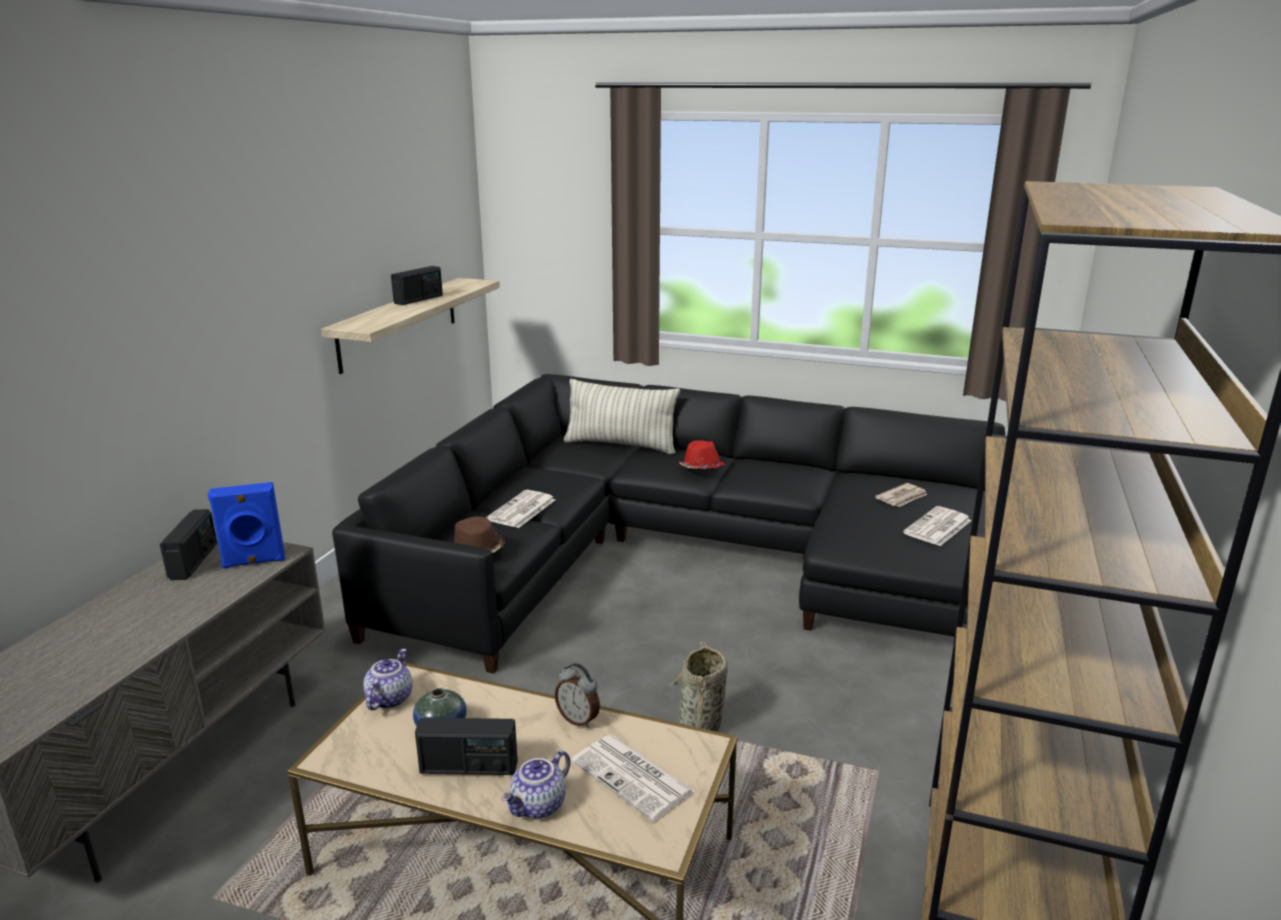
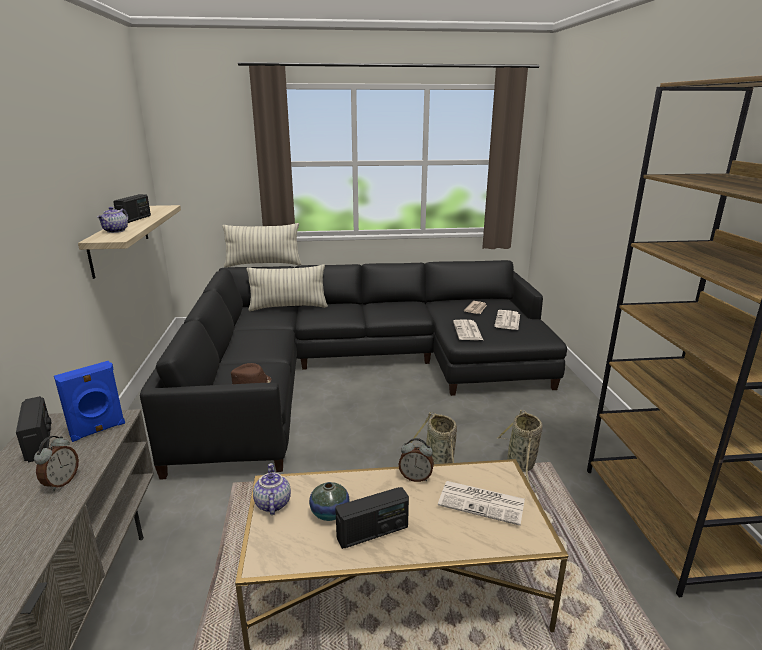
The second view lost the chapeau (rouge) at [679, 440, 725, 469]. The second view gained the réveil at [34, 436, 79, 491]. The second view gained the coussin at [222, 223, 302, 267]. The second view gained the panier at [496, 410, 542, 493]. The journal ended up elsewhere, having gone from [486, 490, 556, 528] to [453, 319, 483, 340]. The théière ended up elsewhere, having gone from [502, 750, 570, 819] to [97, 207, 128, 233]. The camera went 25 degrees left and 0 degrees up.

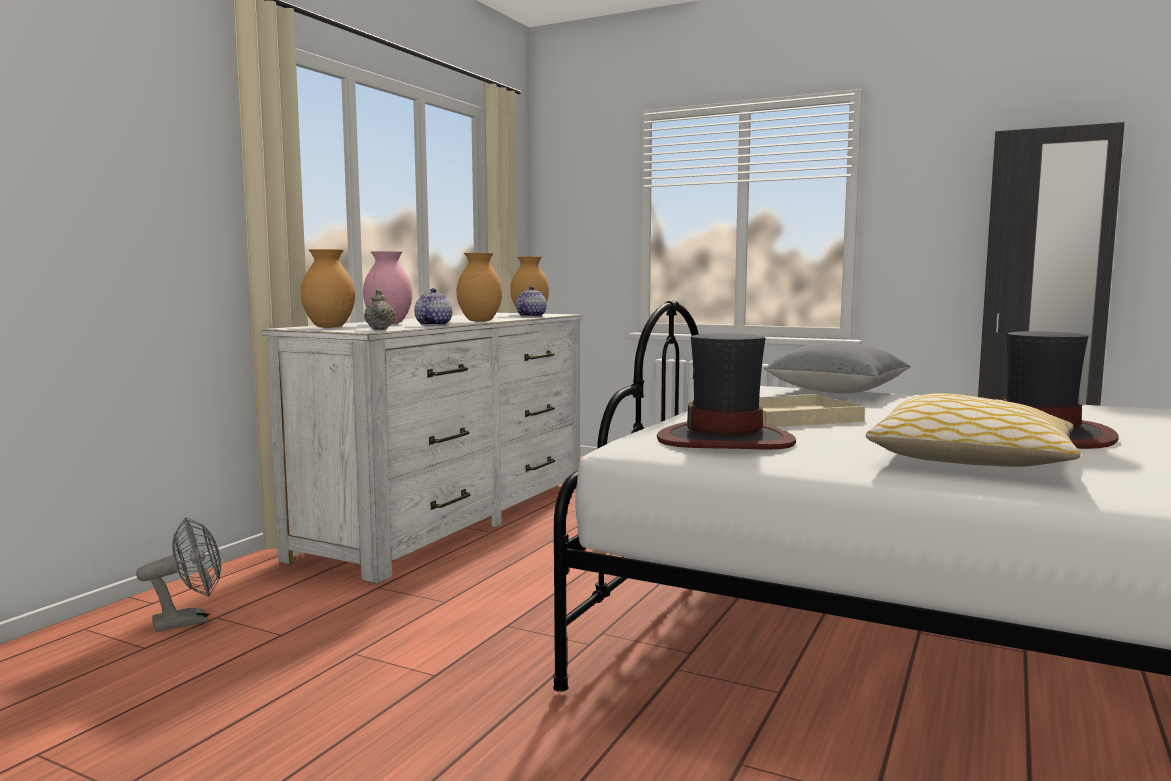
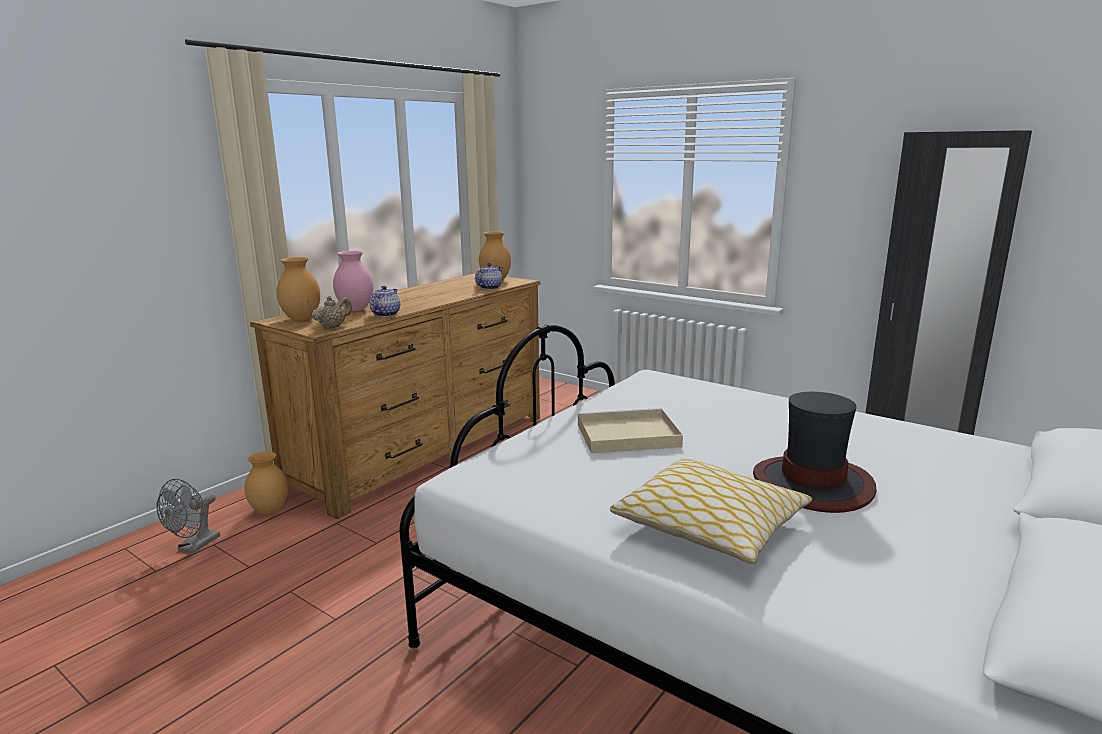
The second view lost the chapeau at [657, 333, 796, 449]. The second view lost the coussin (gris) at [764, 342, 911, 393]. The vase (marron) ended up elsewhere, having gone from [457, 253, 502, 322] to [245, 451, 288, 515]. What was the commode (blanc) at [262, 313, 583, 584] turned into the commode (marron) at [250, 273, 540, 519]. The ventilateur (gris) at [136, 517, 221, 632] ended up facing another way, 135 degrees clockwise from before. The théière (beige) at [364, 289, 396, 330] ended up facing another way, 45 degrees clockwise from before. The camera went 10 degrees right and 10 degrees up.

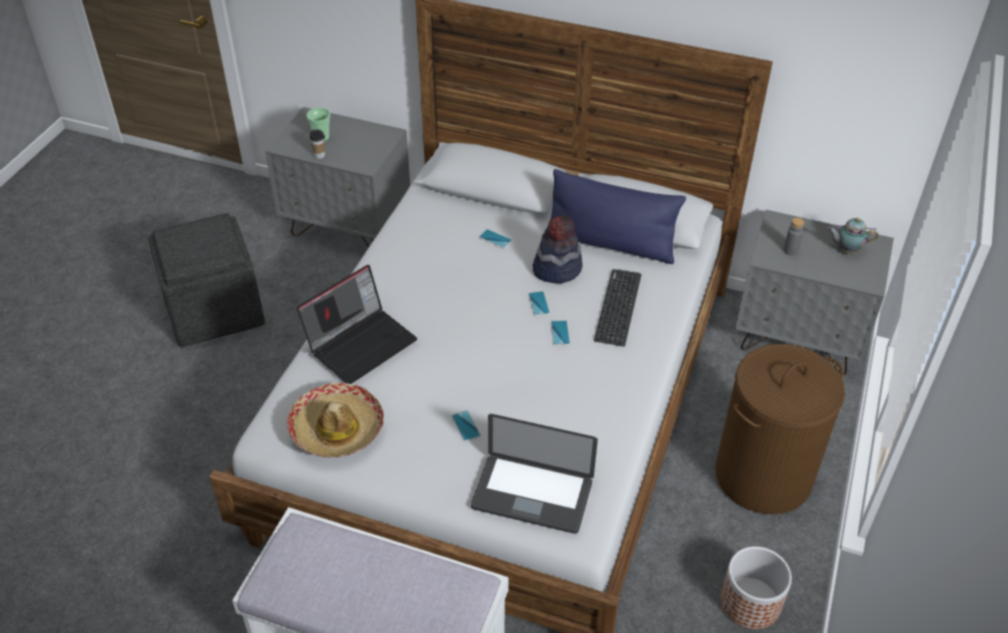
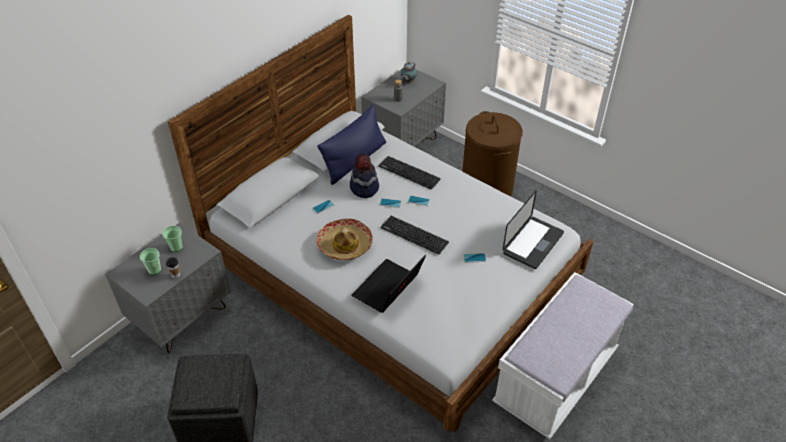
The second view lost the cache-pot at [721, 546, 792, 629]. The second view gained the tasse at [163, 226, 183, 252]. The second view gained the clavier at [380, 216, 449, 255]. The chapeau ended up elsewhere, having gone from [287, 383, 384, 457] to [316, 218, 373, 260]. The ordinateur portable at [297, 265, 417, 384] ended up facing another way, 120 degrees counterclockwise from before. The camera went 70 degrees left and 0 degrees up.

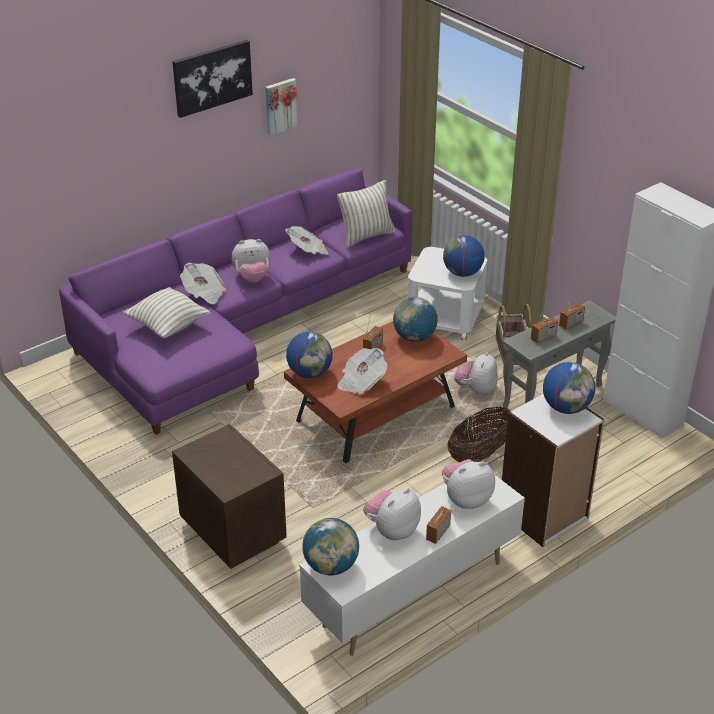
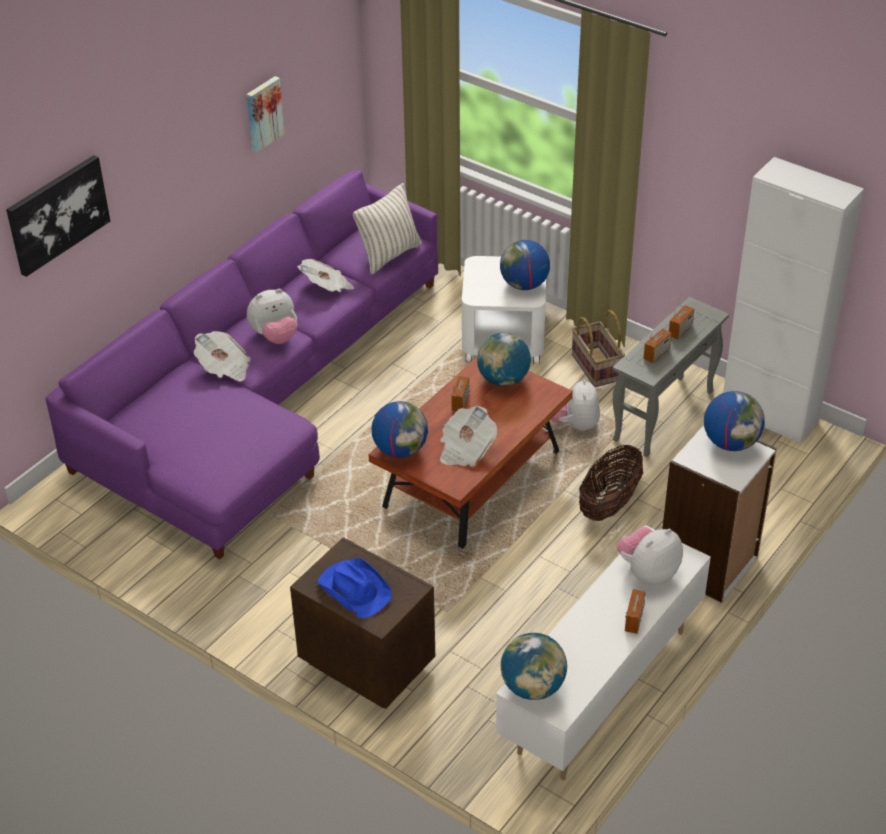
The second view lost the coussin at [123, 287, 211, 338]. The second view lost the peluche at [363, 488, 421, 541]. The second view gained the chapeau (bleu) at [318, 558, 392, 618]. The tableau ended up elsewhere, having gone from [172, 40, 253, 118] to [6, 155, 110, 277]. The camera went 15 degrees left and 5 degrees up.

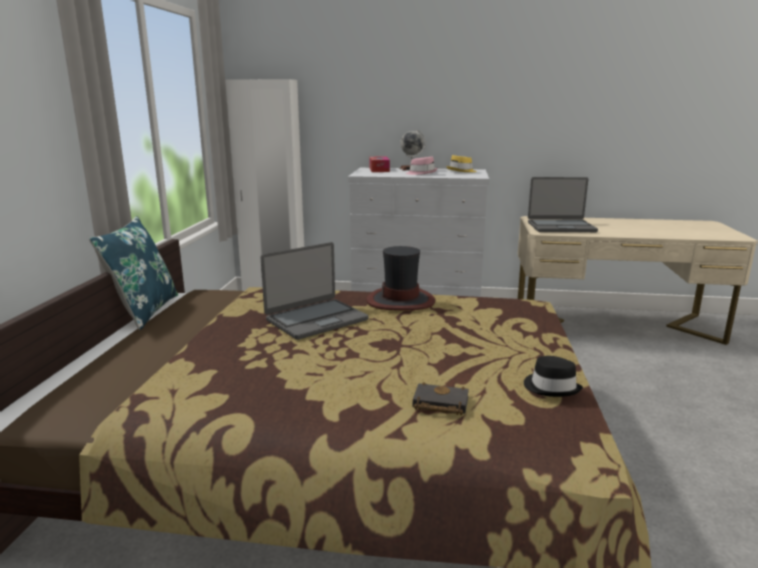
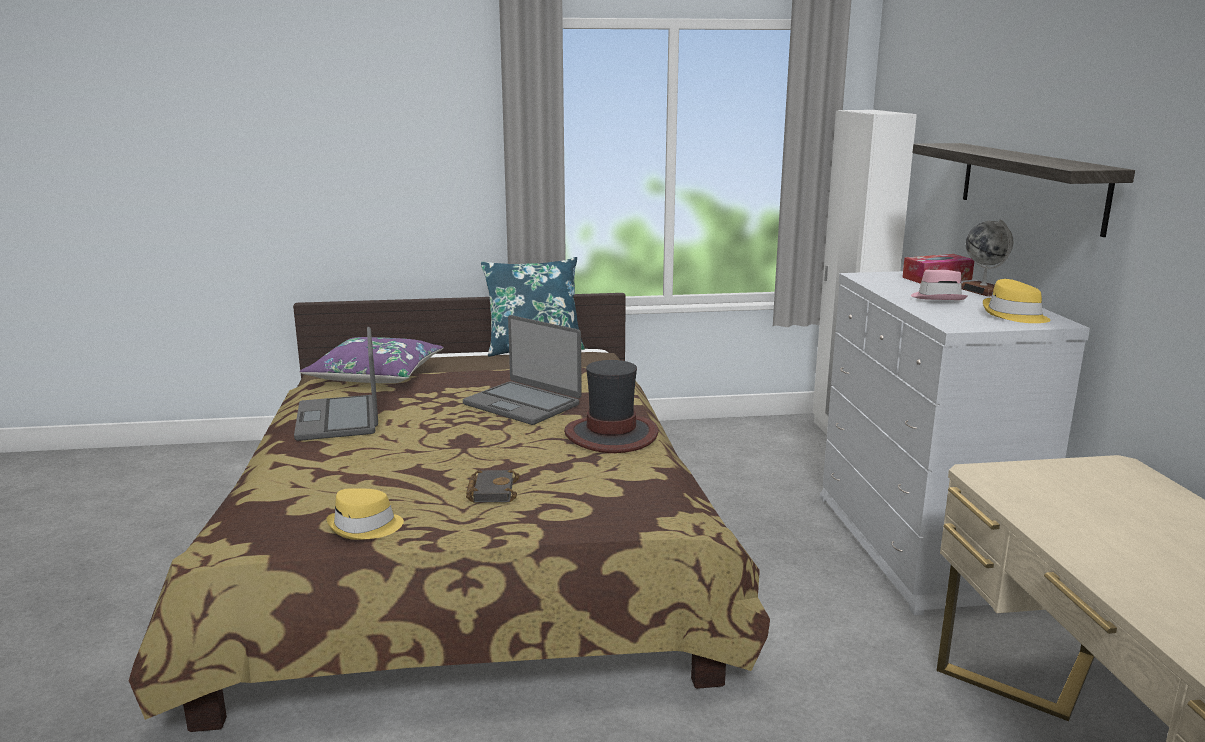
The second view gained the coussin (violet) at [299, 337, 444, 383]. The second view gained the étagère at [912, 143, 1135, 237]. The livre (noir) ended up elsewhere, having gone from [413, 382, 469, 415] to [466, 469, 520, 503]. The ordinateur portable ended up elsewhere, having gone from [528, 177, 598, 232] to [294, 327, 378, 441]. What was the chapeau (noir) at [524, 356, 583, 397] turned into the chapeau (jaune) at [326, 488, 404, 540]. The camera went 75 degrees right and 0 degrees up.

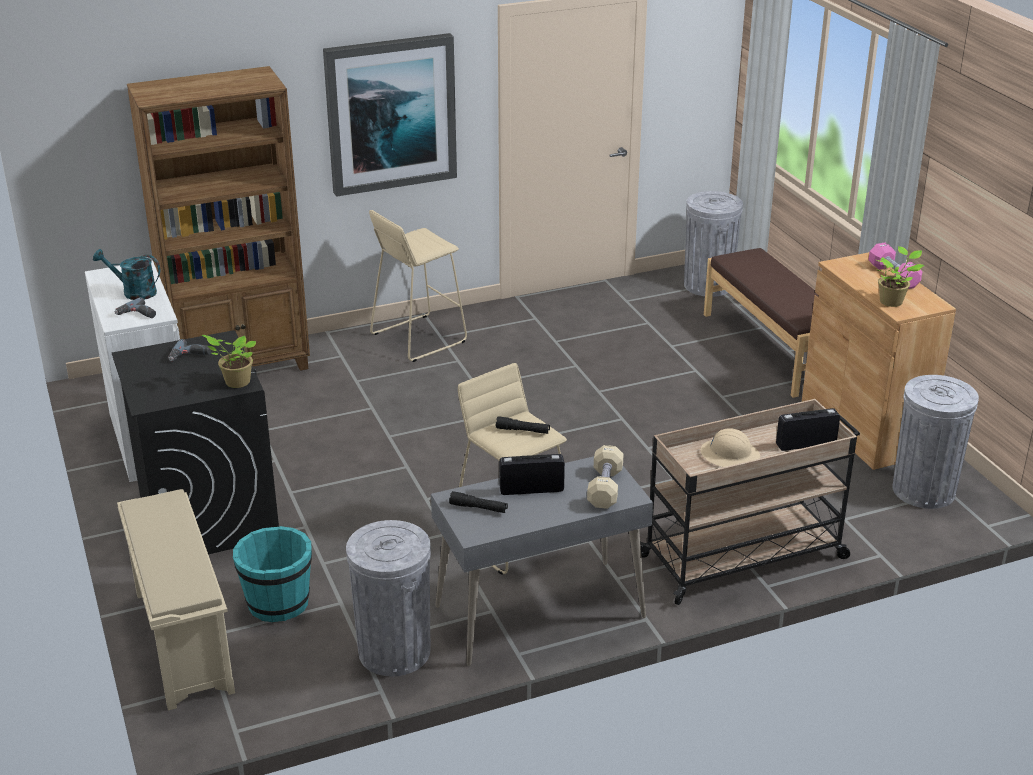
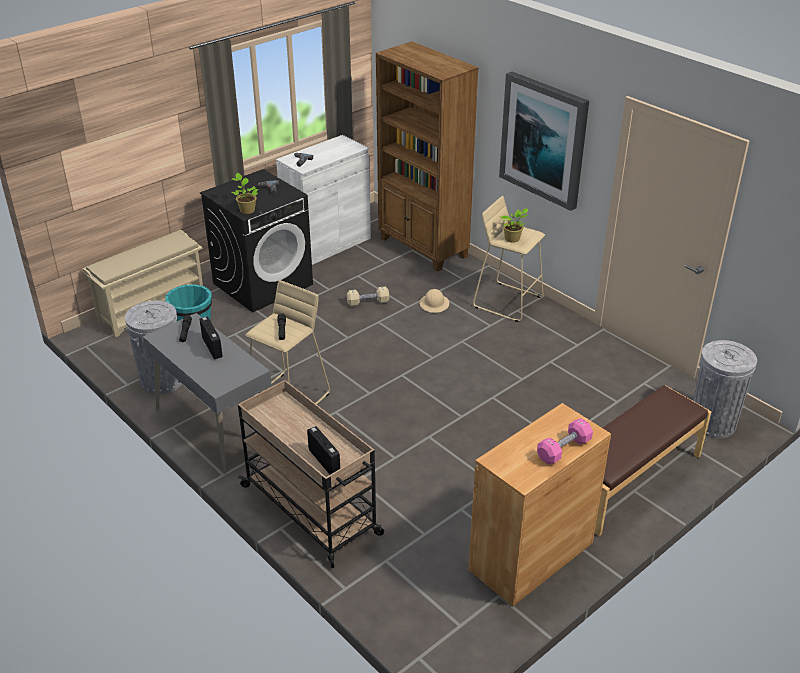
The second view lost the arrosoir (turquoise) at [93, 249, 161, 300]. The second view lost the poubelle (gris) at [893, 375, 979, 509]. The haltère (beige) ended up elsewhere, having gone from [587, 445, 624, 509] to [347, 286, 389, 307]. The casque de chantier (beige) ended up elsewhere, having gone from [701, 428, 760, 467] to [419, 289, 449, 313]. The plante en pot ended up elsewhere, having gone from [877, 246, 924, 307] to [500, 208, 528, 243]. The camera went 70 degrees right and 5 degrees up.

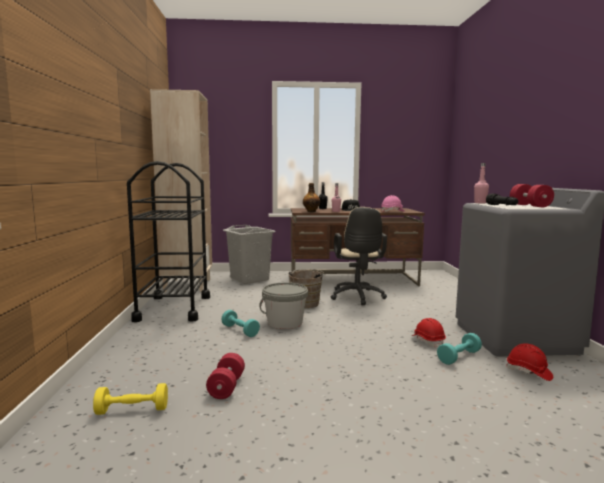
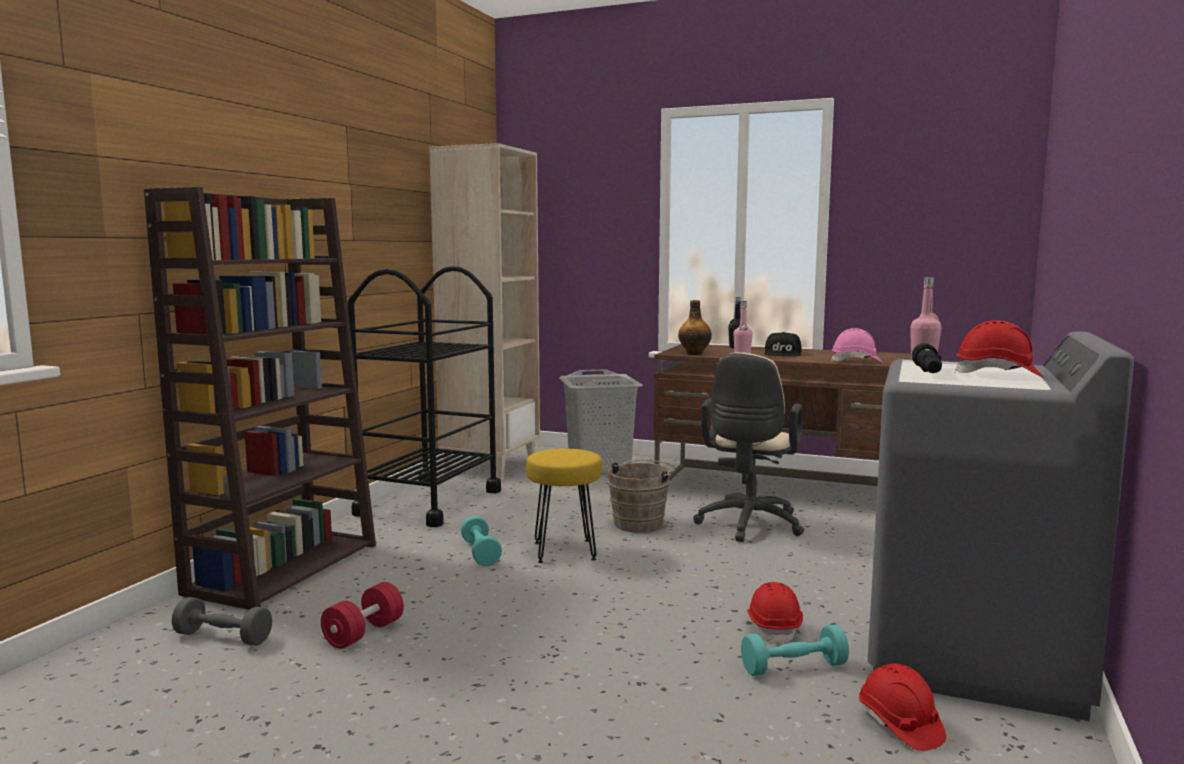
The second view gained the bibliothèque (marron) at [144, 187, 376, 610]. Where the seau (gris) stood at [259, 283, 308, 329], the tabouret (jaune) came to stand at [526, 449, 602, 563]. Where the haltère (rouge) stood at [510, 184, 554, 208], the casque de chantier (rouge) came to stand at [954, 320, 1044, 378]. What was the haltère (jaune) at [93, 383, 168, 415] turned into the haltère (gris) at [172, 597, 272, 646]. The camera went 25 degrees right and 0 degrees up.

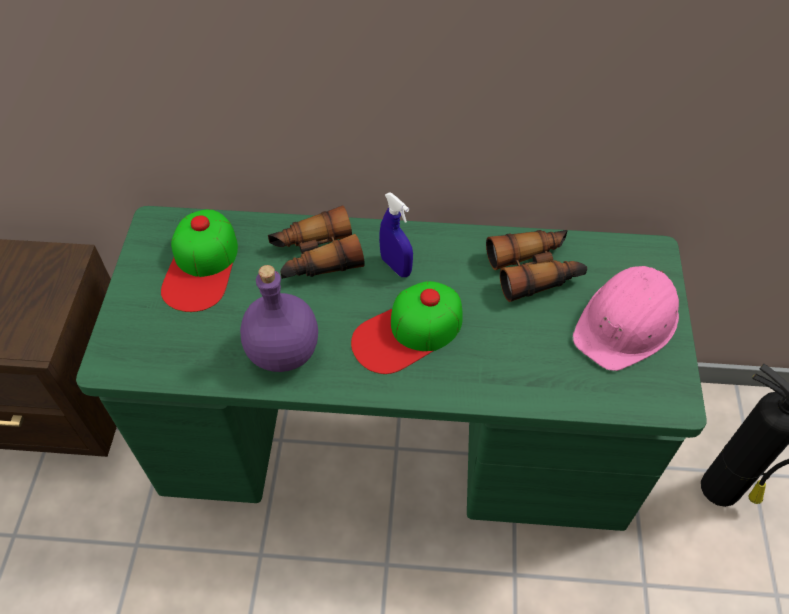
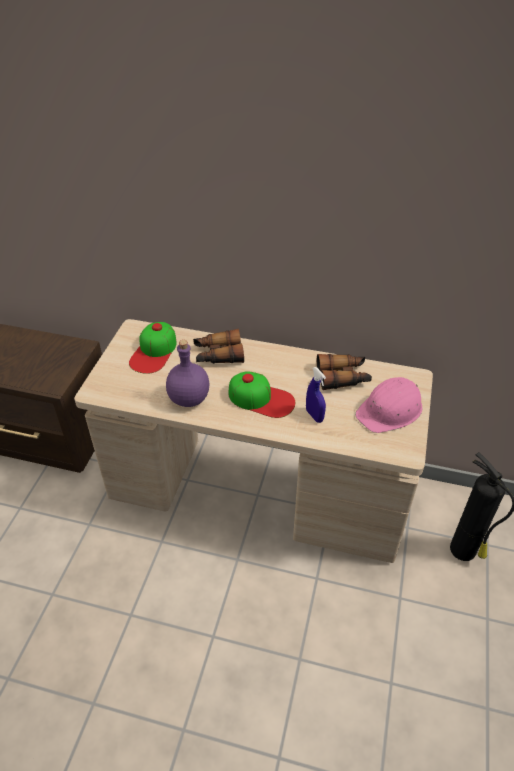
The vaporisateur (bleu) ended up elsewhere, having gone from [379, 192, 413, 277] to [306, 367, 326, 423]. What was the bureau (vert) at [76, 206, 706, 531] turned into the bureau (beige) at [74, 319, 433, 563]. The casquette at [351, 281, 463, 374] ended up facing another way, 135 degrees counterclockwise from before. The camera went 10 degrees right and 10 degrees down.

